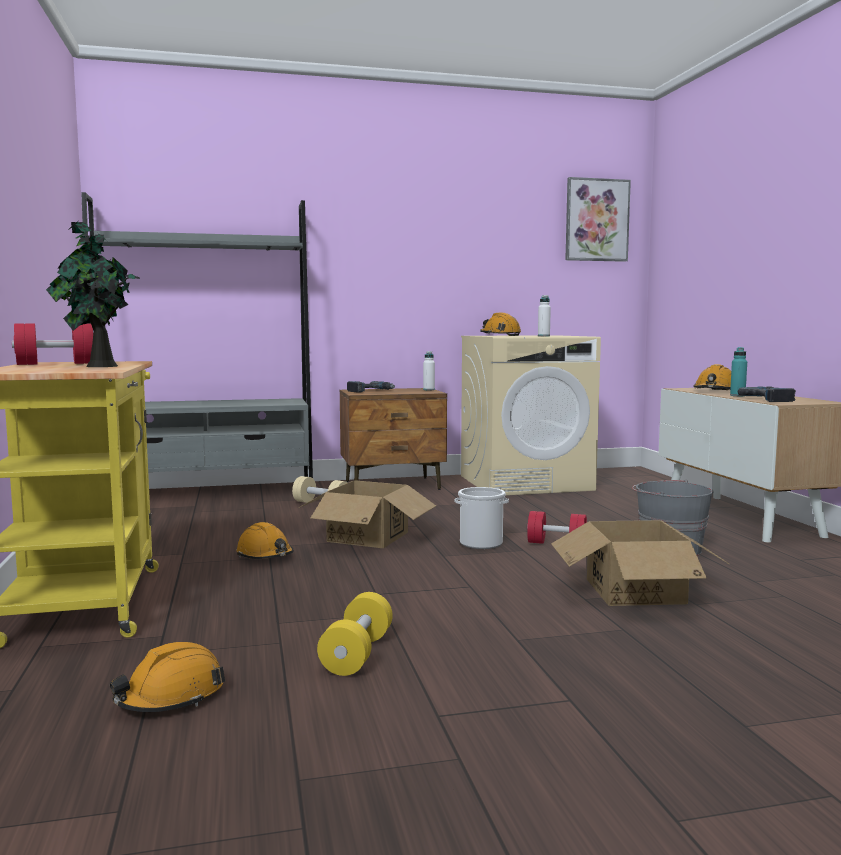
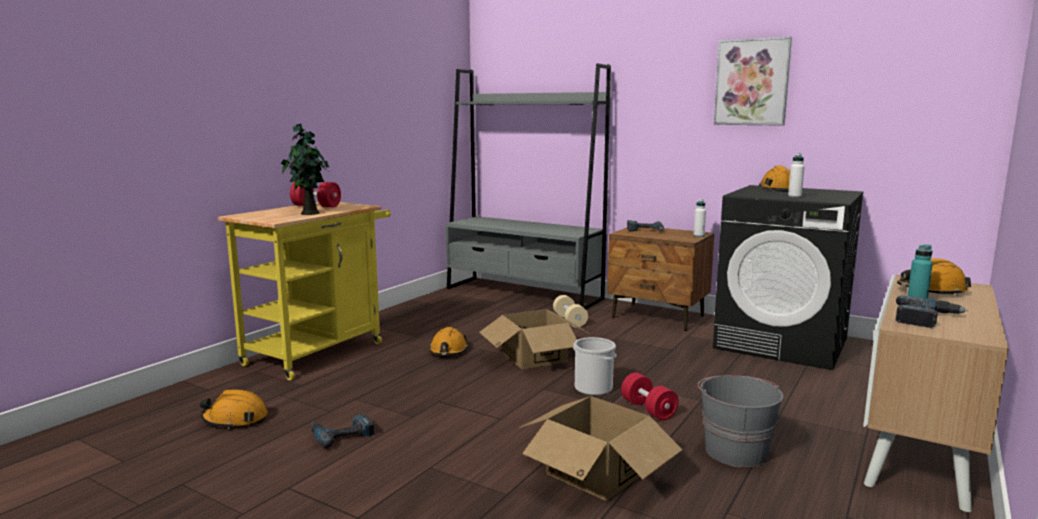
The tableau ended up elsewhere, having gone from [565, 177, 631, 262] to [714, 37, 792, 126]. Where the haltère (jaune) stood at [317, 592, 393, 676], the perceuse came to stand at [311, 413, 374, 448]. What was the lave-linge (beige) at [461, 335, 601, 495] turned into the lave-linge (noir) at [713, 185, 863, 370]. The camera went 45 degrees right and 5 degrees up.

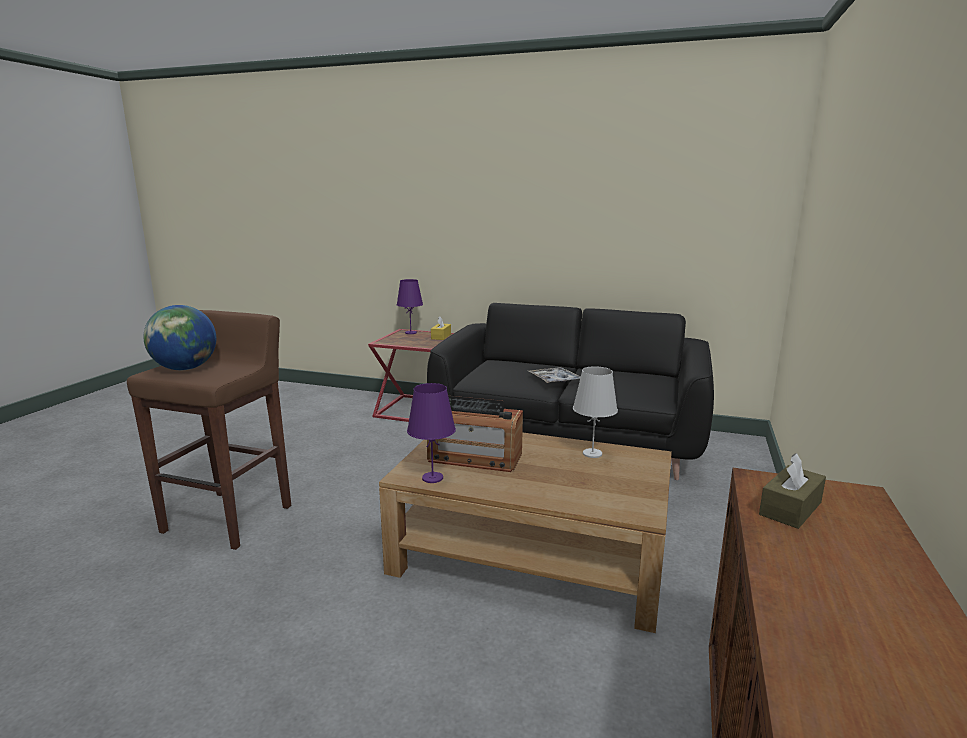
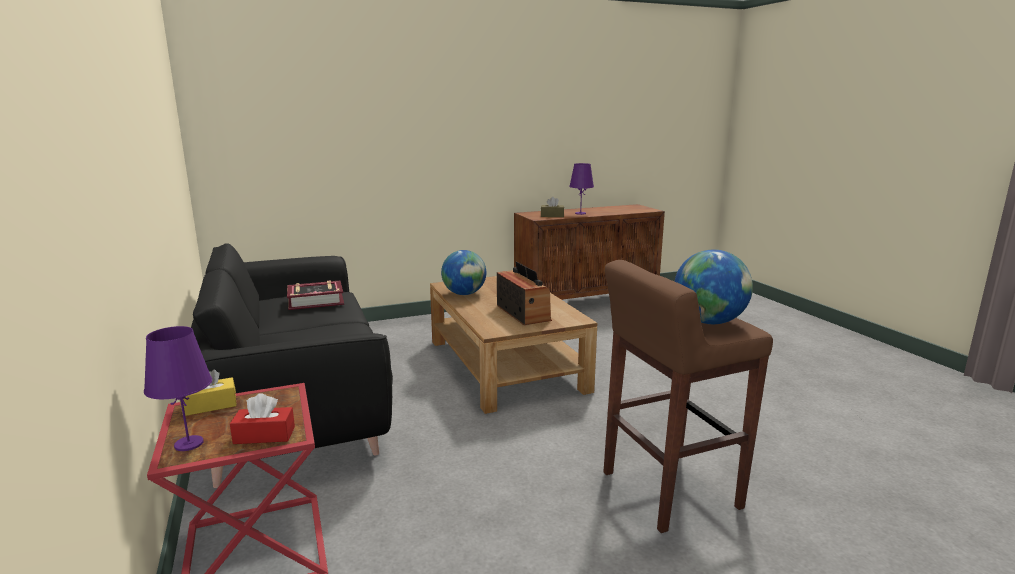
The second view lost the plateau at [529, 367, 581, 383]. The second view gained the boîte à mouchoirs (rouge) at [230, 393, 295, 444]. The second view gained the livre at [287, 281, 344, 310]. The lampe de table (violet) ended up elsewhere, having gone from [407, 383, 456, 483] to [569, 163, 594, 215]. Where the lampe de table (blanc) stood at [573, 366, 618, 458], the globe came to stand at [441, 250, 486, 295]. The camera went 130 degrees left and 0 degrees up.

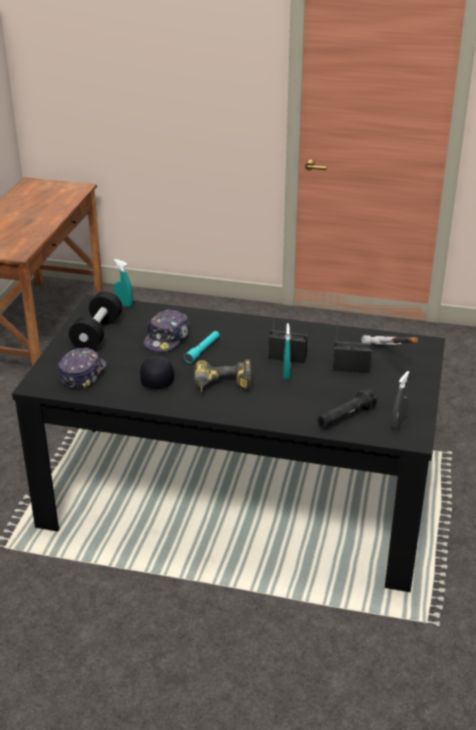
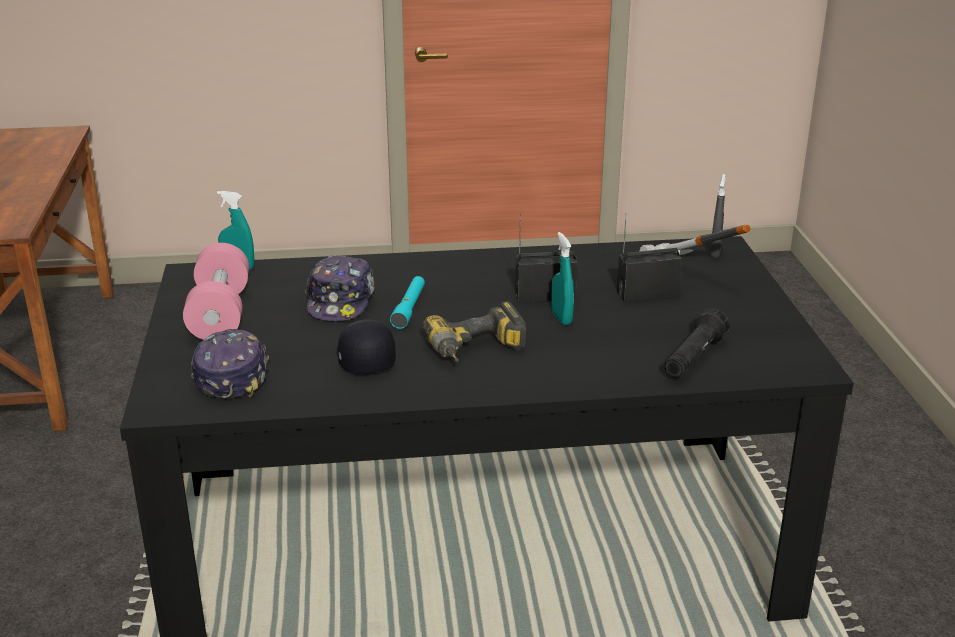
The vaporisateur (gris) ended up elsewhere, having gone from [391, 371, 410, 430] to [709, 174, 726, 258]. What was the haltère (noir) at [69, 291, 123, 350] turned into the haltère (rose) at [183, 243, 249, 340]. The camera went 20 degrees left and 5 degrees down.

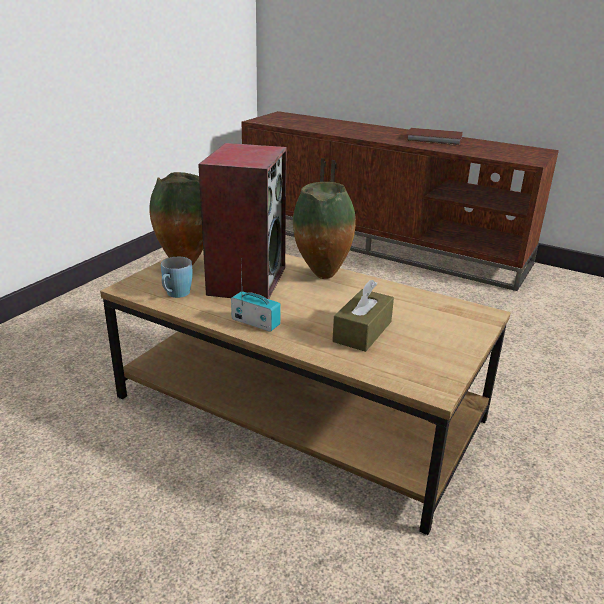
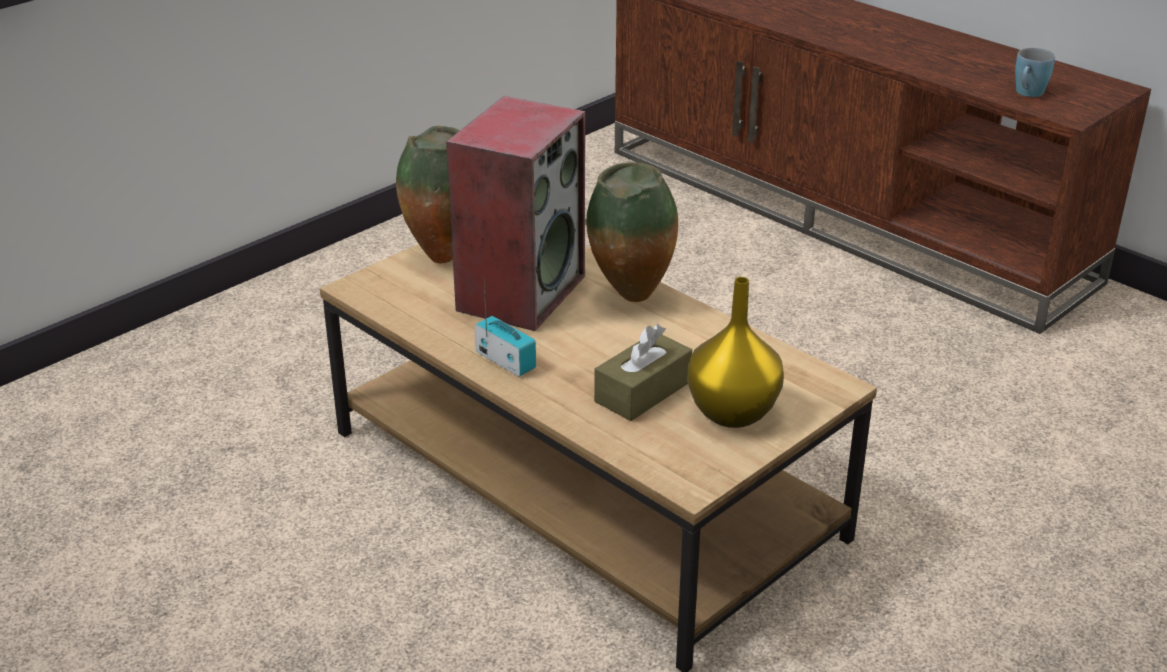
The second view lost the livre (marron) at [406, 128, 463, 145]. The second view gained the vase (jaune) at [687, 277, 784, 428]. The mug (bleu) ended up elsewhere, having gone from [161, 257, 193, 298] to [1015, 48, 1055, 97]. The camera went 15 degrees right and 5 degrees up.

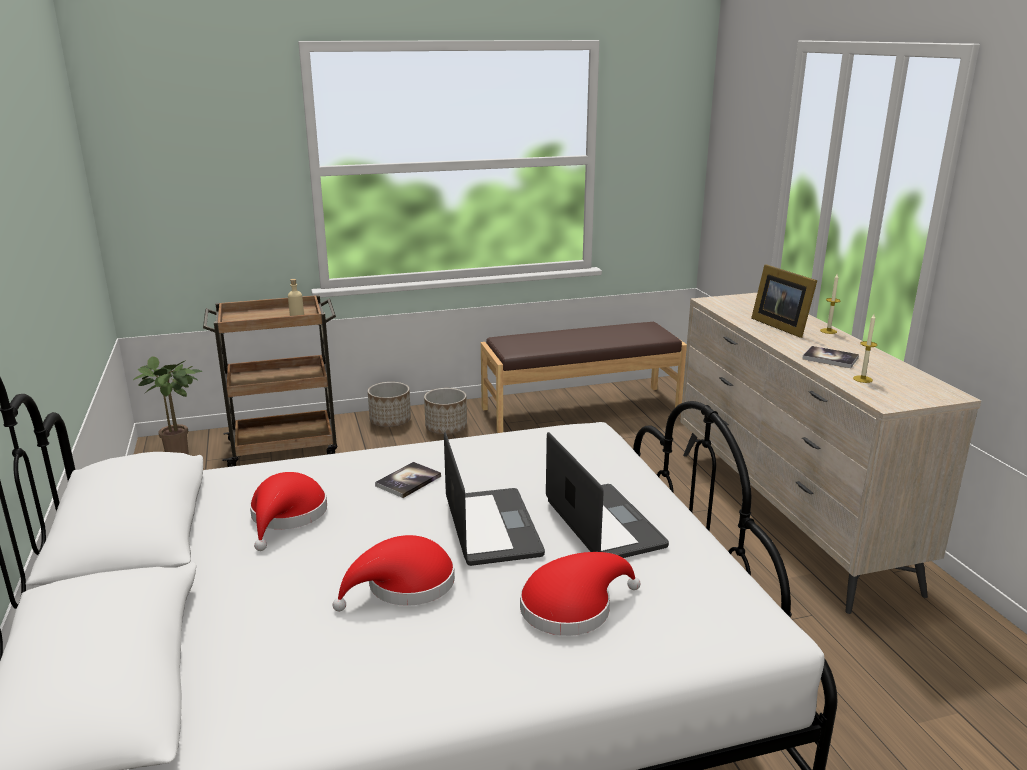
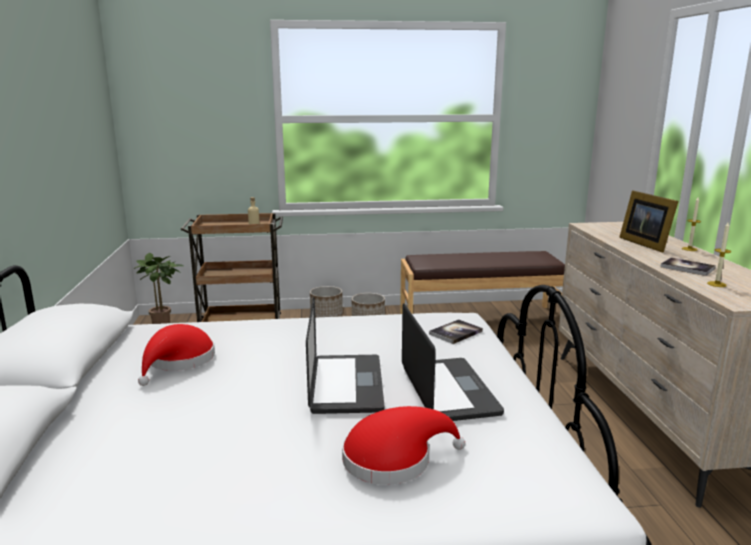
The second view lost the chapeau (rouge) at [332, 535, 455, 611]. The livre ended up elsewhere, having gone from [375, 462, 441, 498] to [429, 319, 483, 344]. The camera went 10 degrees right and 5 degrees down.

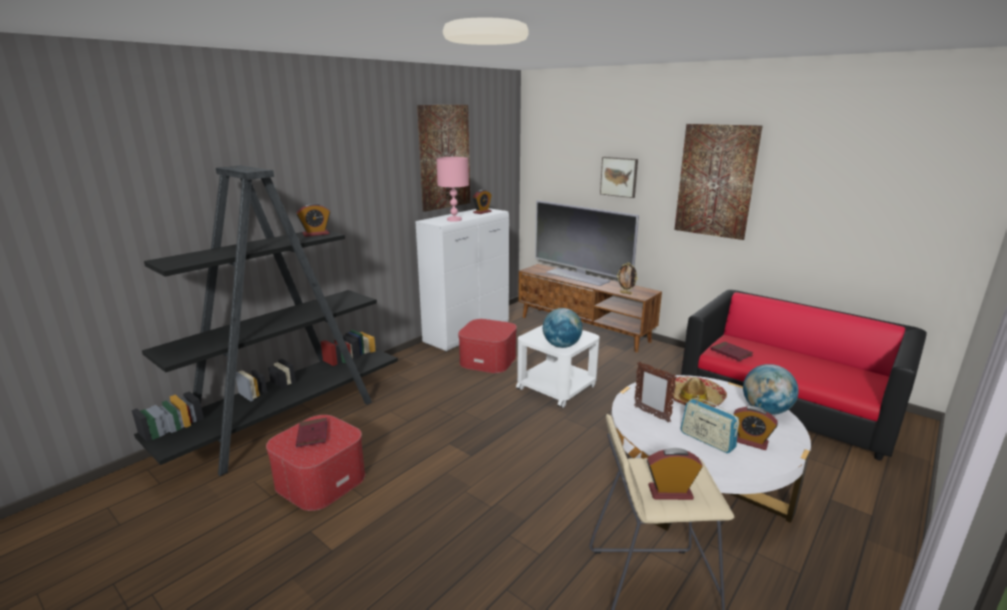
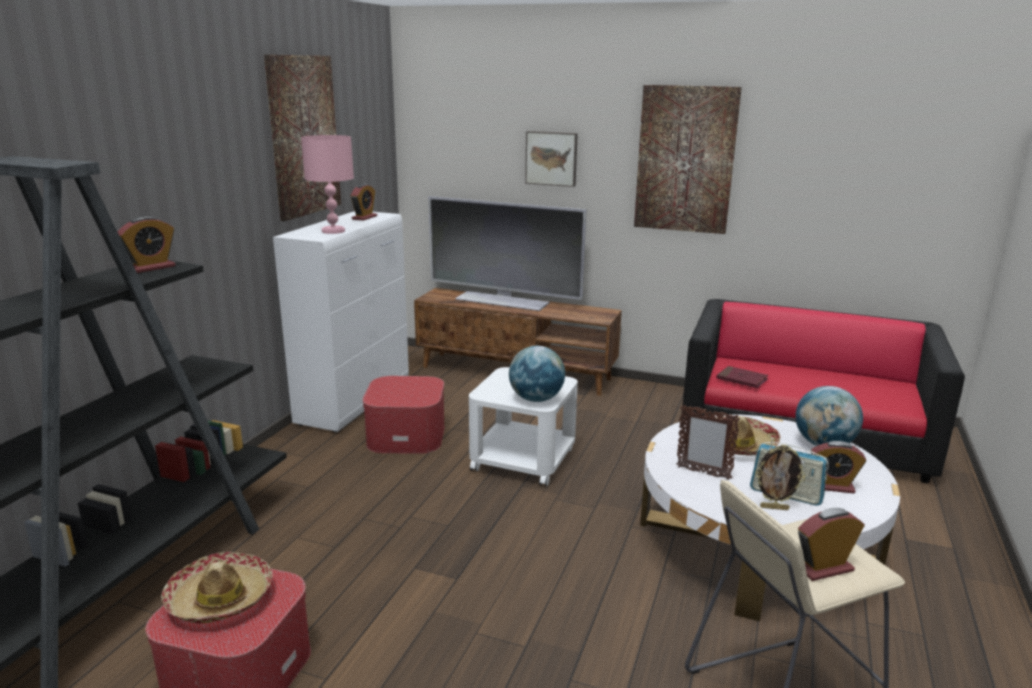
The cadre photo ended up elsewhere, having gone from [617, 262, 638, 294] to [755, 444, 805, 510]. Where the livre (rouge) stood at [296, 418, 328, 447], the chapeau came to stand at [161, 552, 273, 624]. The camera went 20 degrees left and 0 degrees up.

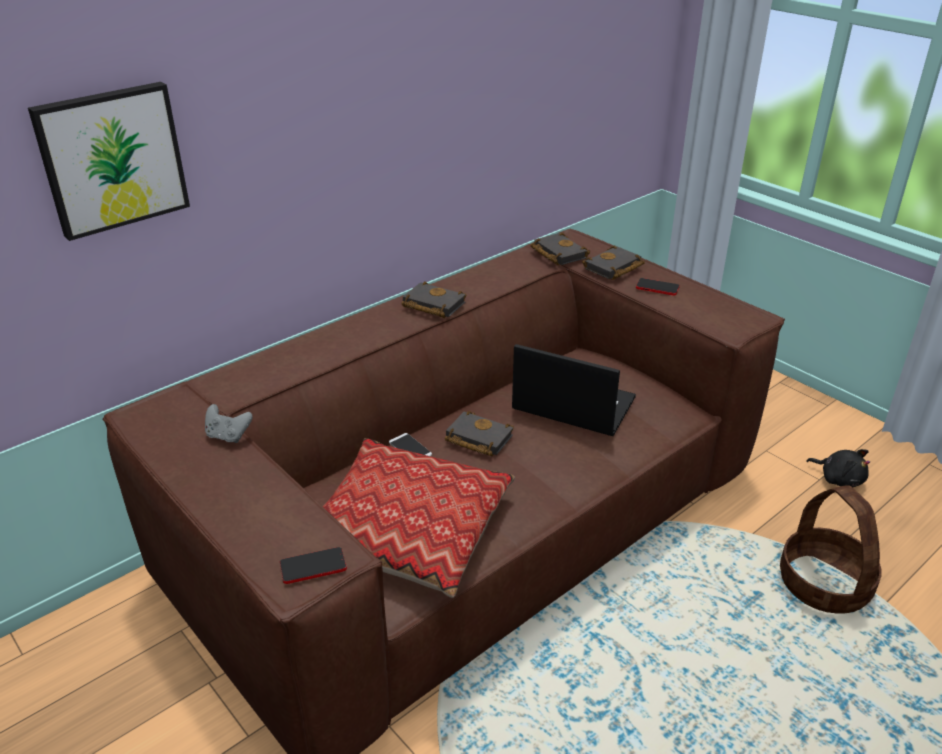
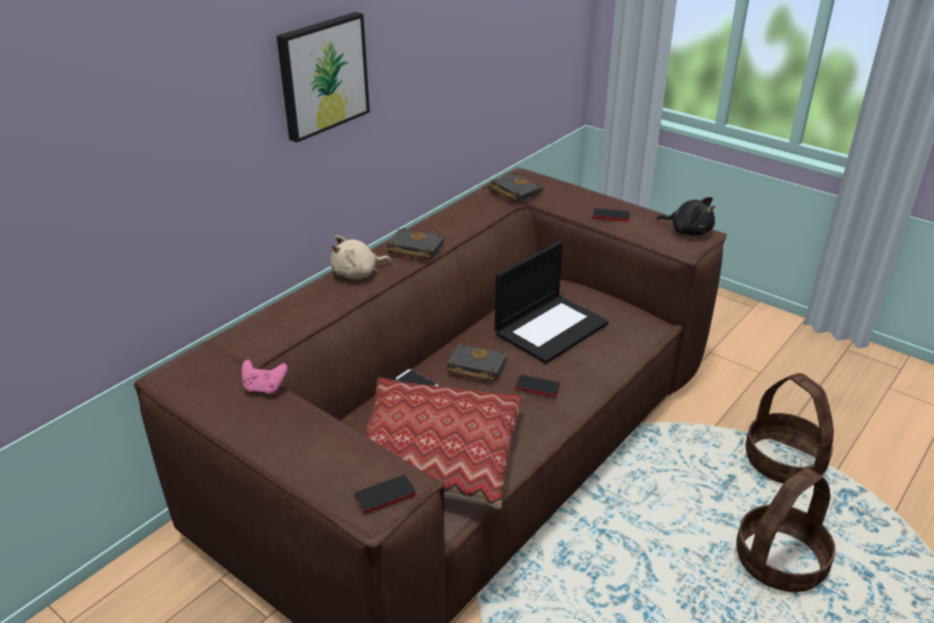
The second view lost the livre (noir) at [582, 245, 645, 280]. The second view gained the peluche (beige) at [330, 235, 391, 279]. The second view gained the téléphone at [515, 375, 561, 397]. The second view gained the panier at [736, 467, 836, 592]. The tableau ended up elsewhere, having gone from [28, 82, 190, 241] to [277, 12, 370, 143]. The peluche (noir) ended up elsewhere, having gone from [806, 449, 870, 487] to [657, 197, 715, 236]. What was the manette (gris) at [205, 404, 253, 443] turned into the manette (rose) at [242, 360, 288, 394]. The ordinateur portable at [512, 344, 636, 436] ended up facing another way, 120 degrees clockwise from before. The camera went 10 degrees left and 0 degrees up.

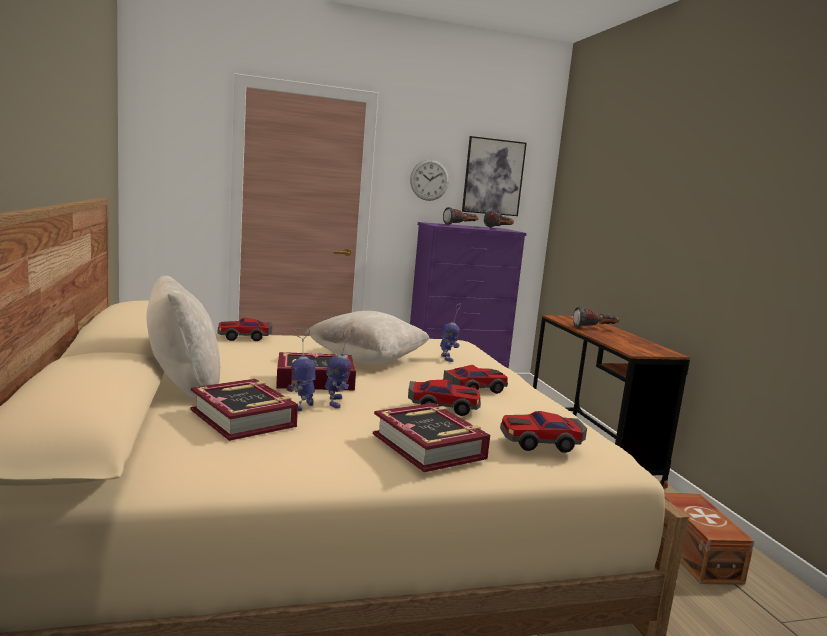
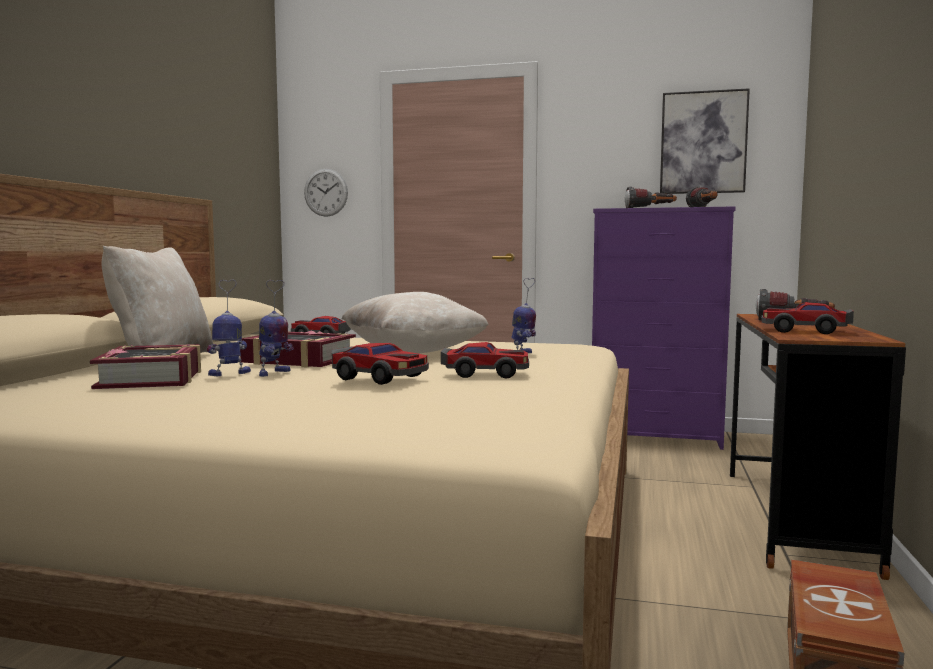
The second view lost the livre at [373, 403, 490, 473]. The horloge murale ended up elsewhere, having gone from [410, 159, 449, 201] to [304, 169, 348, 217]. The petite voiture ended up elsewhere, having gone from [500, 411, 587, 453] to [761, 302, 854, 334]. The camera went 30 degrees right and 5 degrees down.

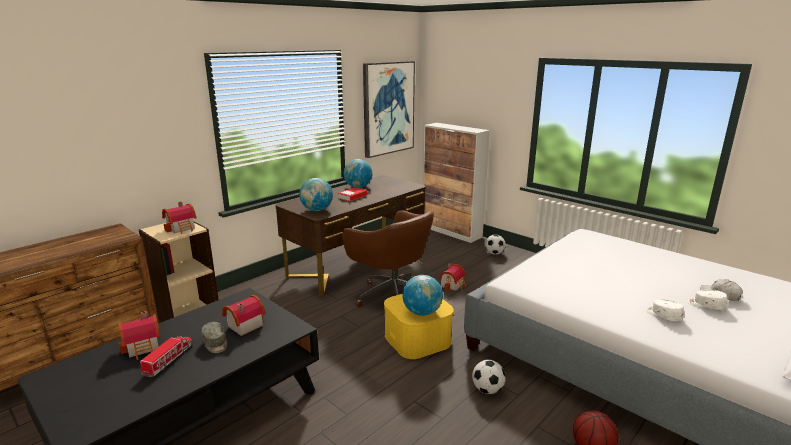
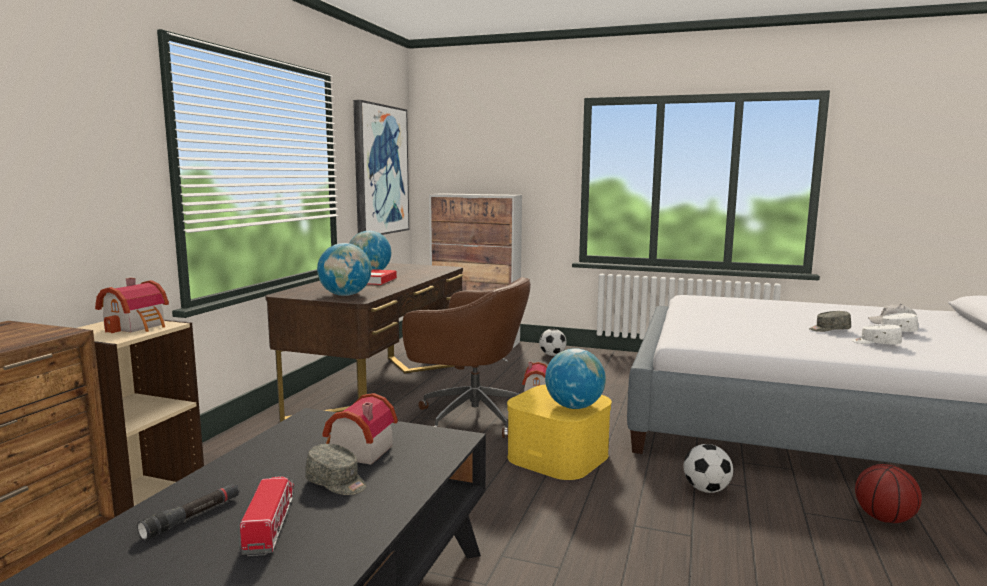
The second view gained the casquette (gris) at [809, 311, 851, 332]. Where the maison miniature stood at [119, 311, 160, 360], the lampe de poche (noir) came to stand at [137, 483, 240, 540]. The camera went 25 degrees left and 10 degrees down.

